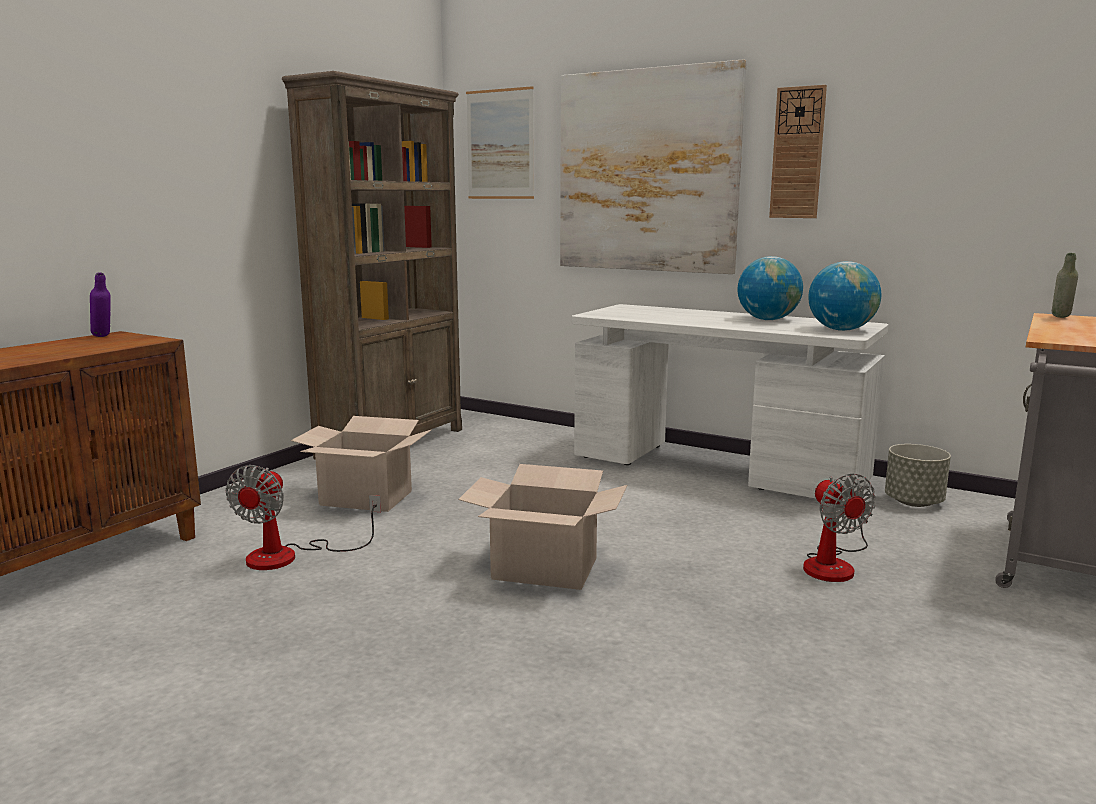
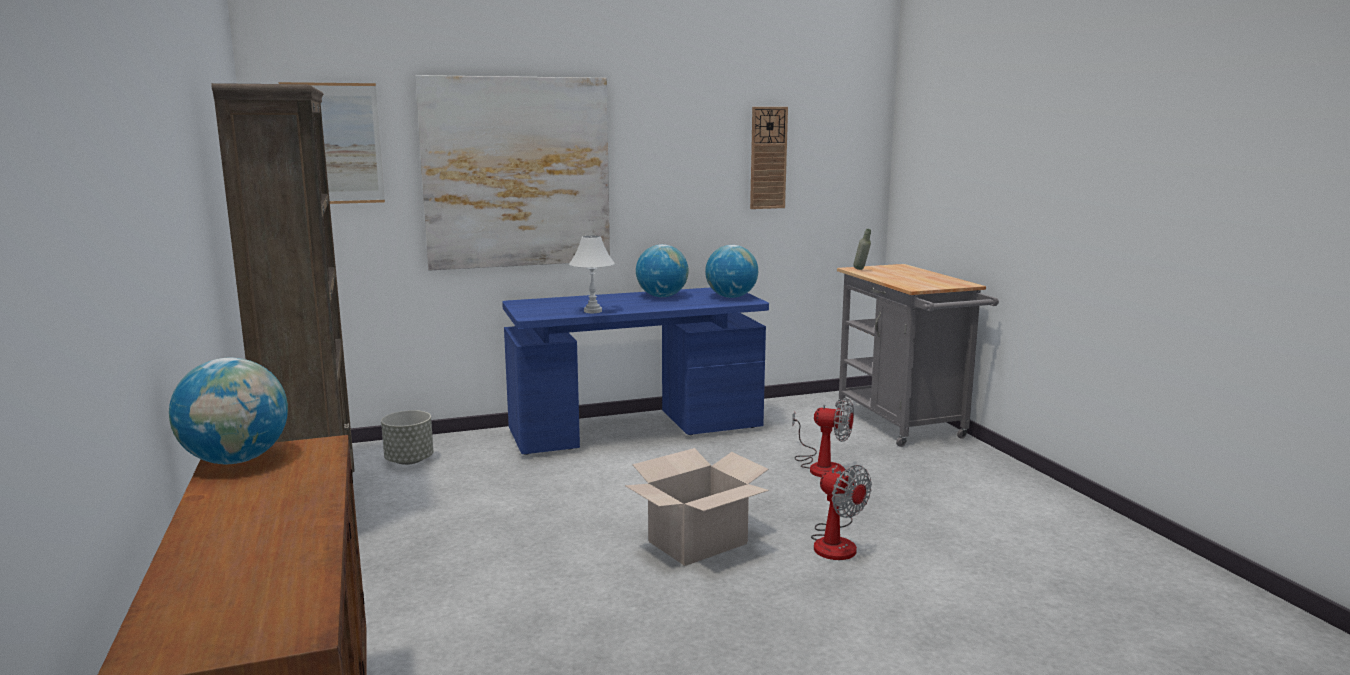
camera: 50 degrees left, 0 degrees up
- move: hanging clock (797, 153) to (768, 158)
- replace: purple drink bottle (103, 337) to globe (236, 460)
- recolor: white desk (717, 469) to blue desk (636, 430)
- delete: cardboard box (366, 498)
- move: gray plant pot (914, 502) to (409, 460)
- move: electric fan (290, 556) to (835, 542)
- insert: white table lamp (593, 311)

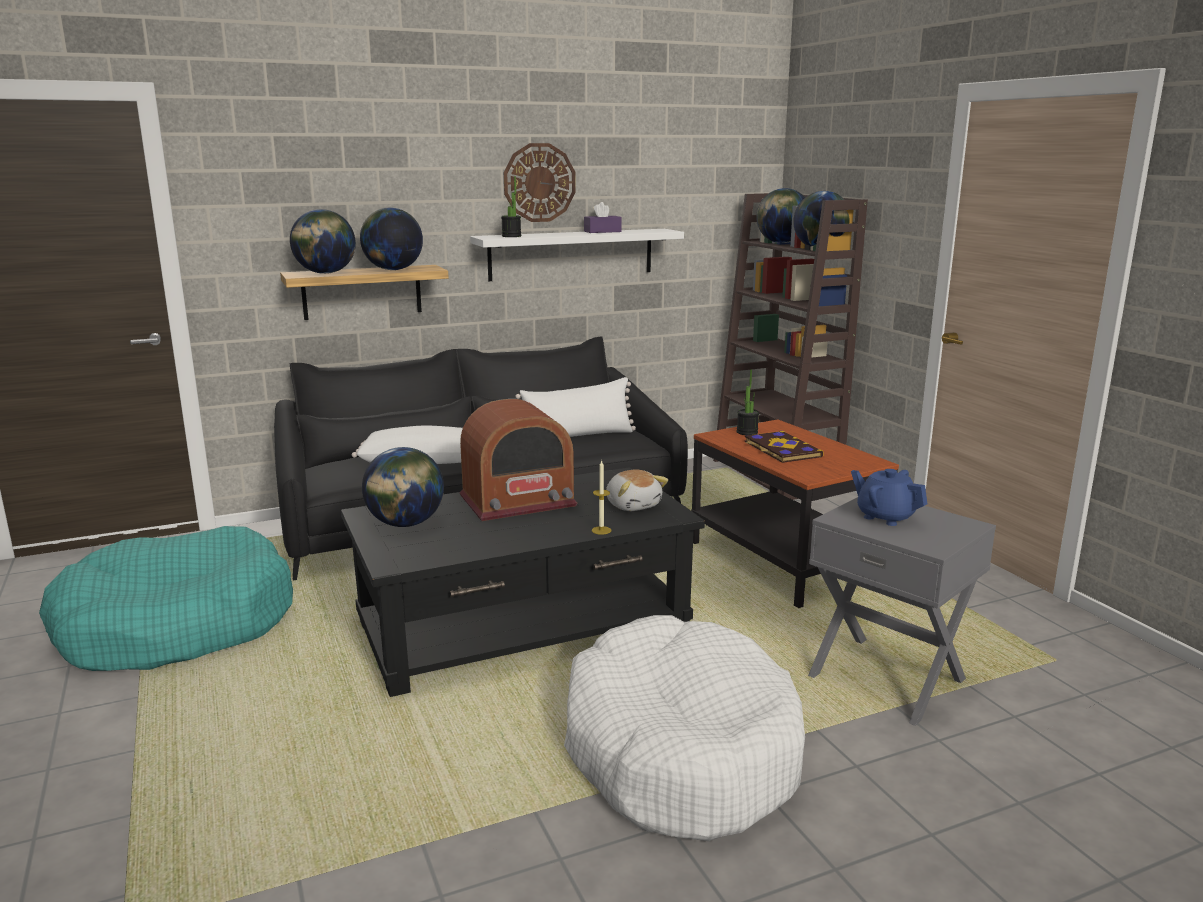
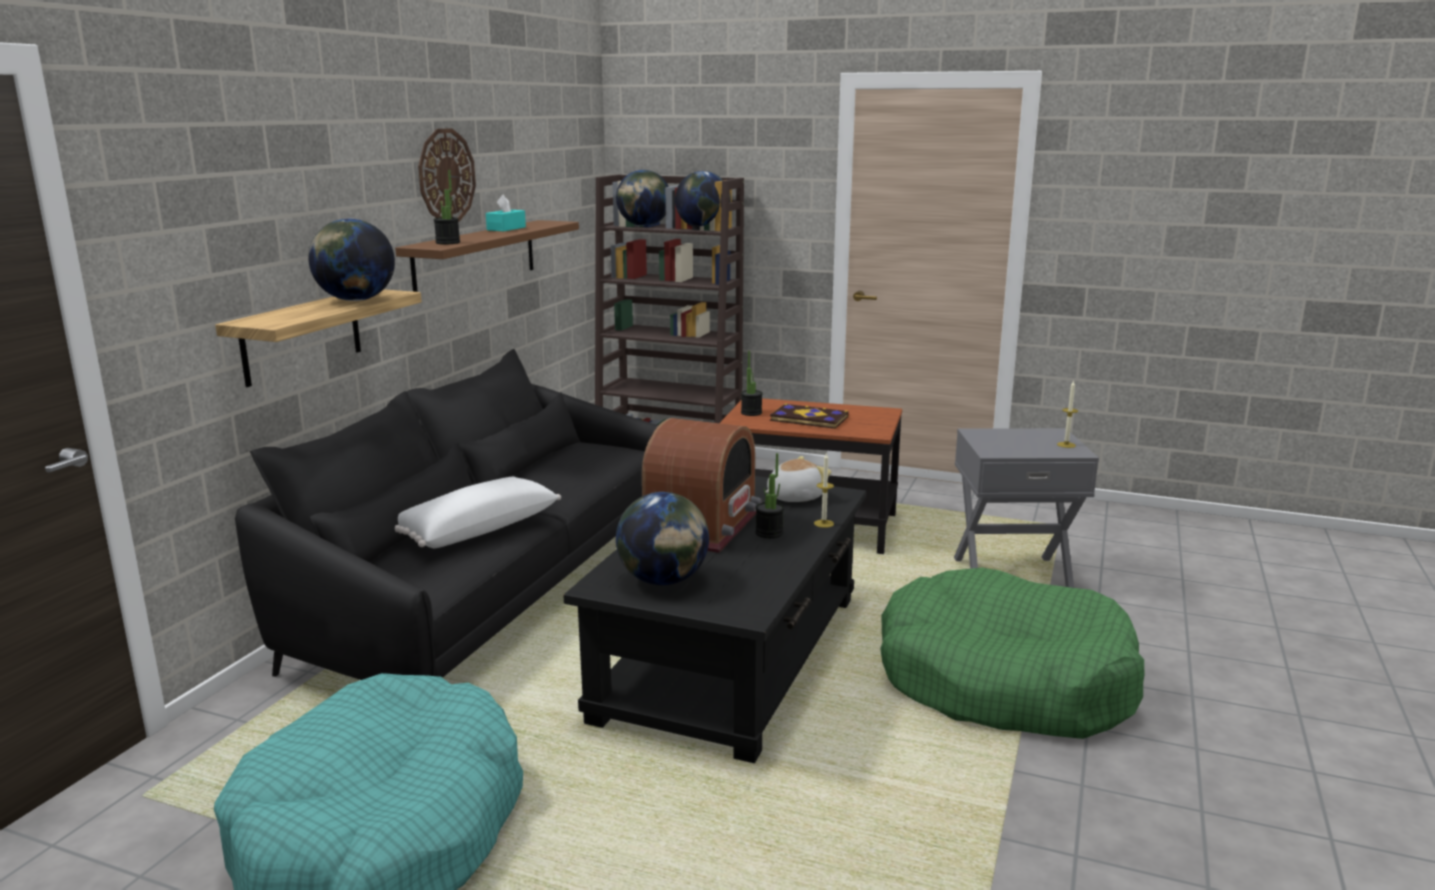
camera: 45 degrees left, 0 degrees up
- recolor: purple tissue holder (602, 231) to turquoise-coloured tissue holder (506, 229)
- delete: globe (325, 273)
- recolor: white bracket shelf (571, 254) to brown bracket shelf (476, 258)
- delete: white pillow (578, 436)
- delete: blue tea pot (885, 517)
- rotate: soft toy (633, 505) = (794, 497) 45 degrees counterclockwise
- recolor: white dog bed (679, 750) to green-coloured dog bed (1004, 681)
- insert: candle (1066, 445)
- insert: potted plant (769, 533)

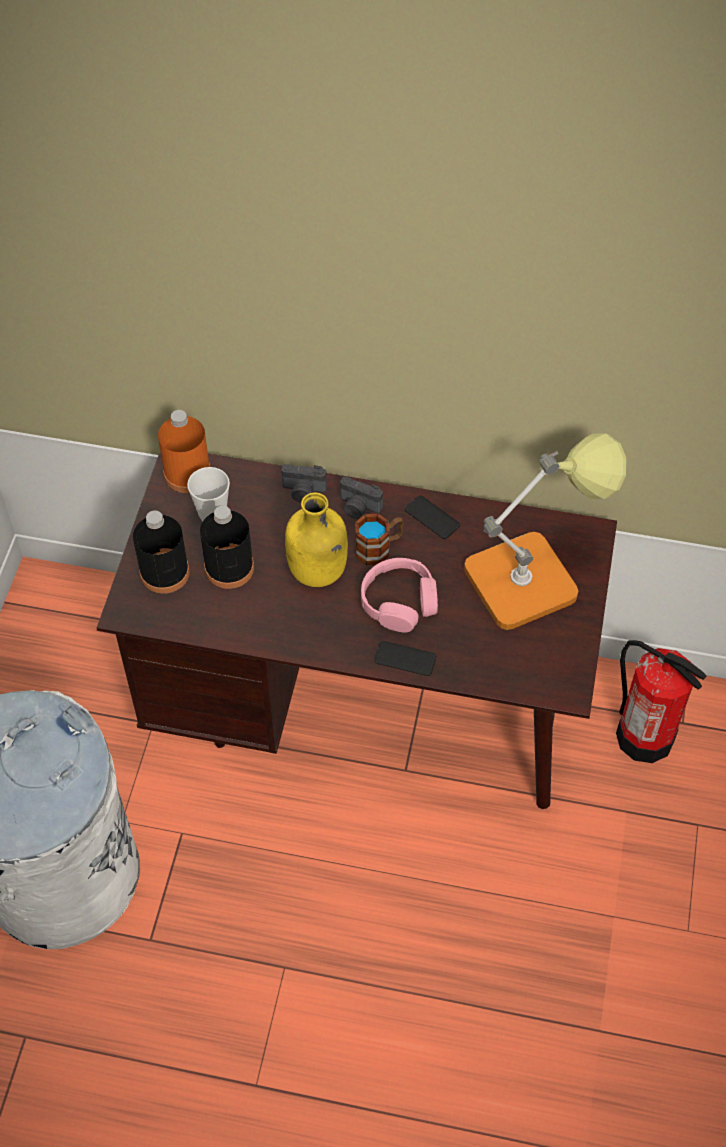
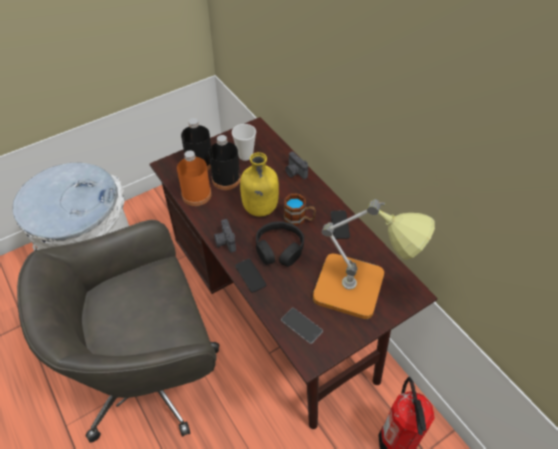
camera: 45 degrees right, 5 degrees down
- move: orange drink bottle (187, 474) to (196, 195)
- move: photo camera (358, 508) to (225, 242)
- recolor: pink-coloured headphones (399, 602) to black headphones (279, 249)
- insert: gray desk chair (151, 373)
- insert: handset (301, 325)

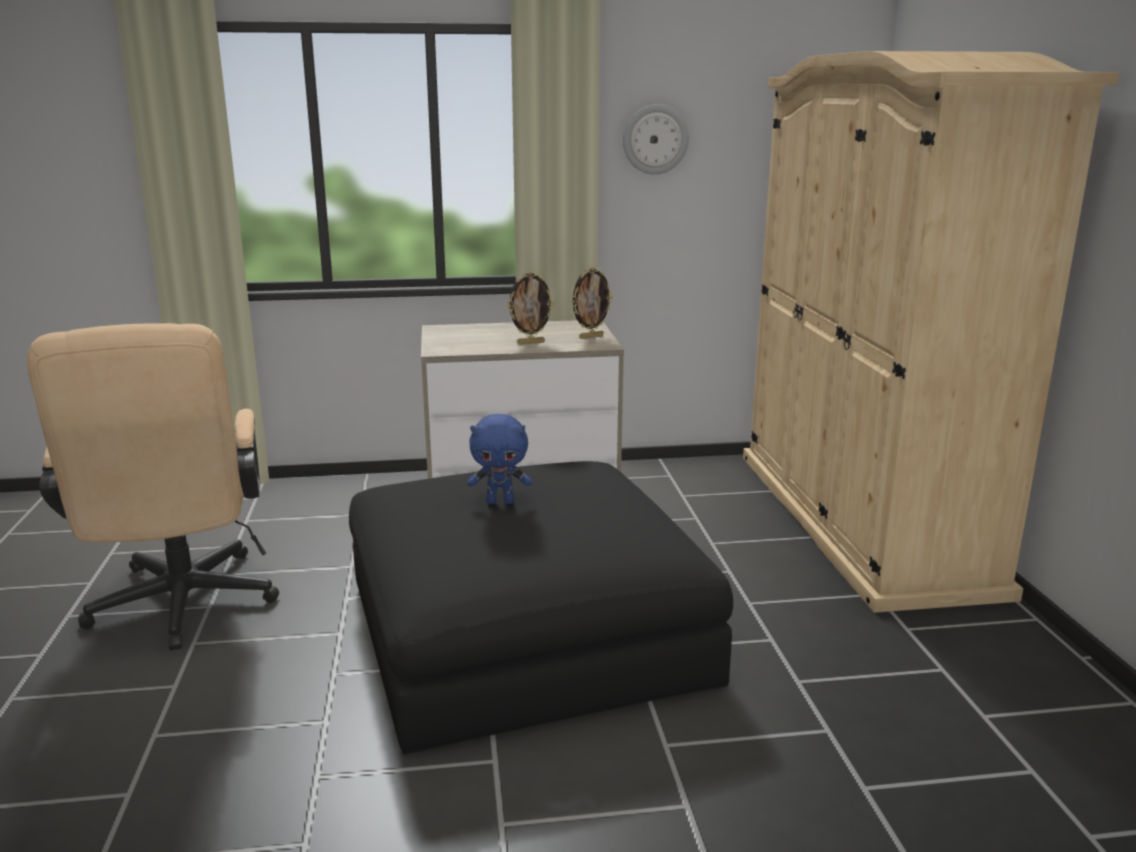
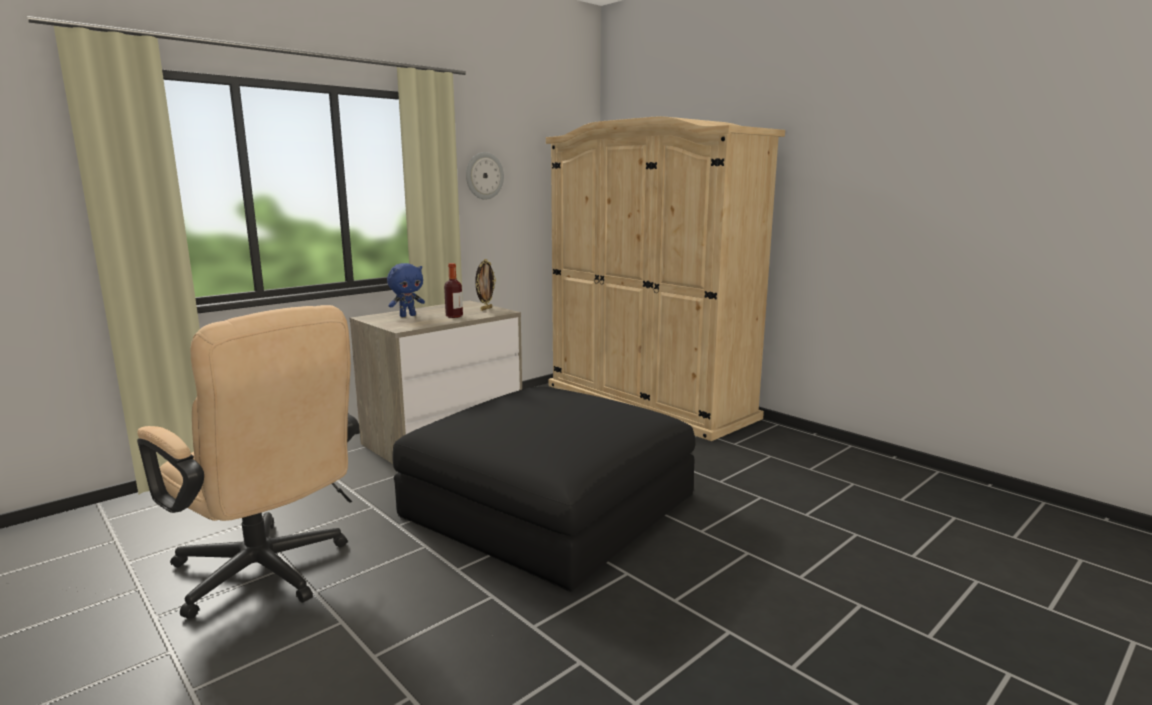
camera: 35 degrees left, 5 degrees down
- replace: picture frame (530, 343) to drink bottle (454, 316)
- move: blue soft toy (500, 502) to (407, 315)

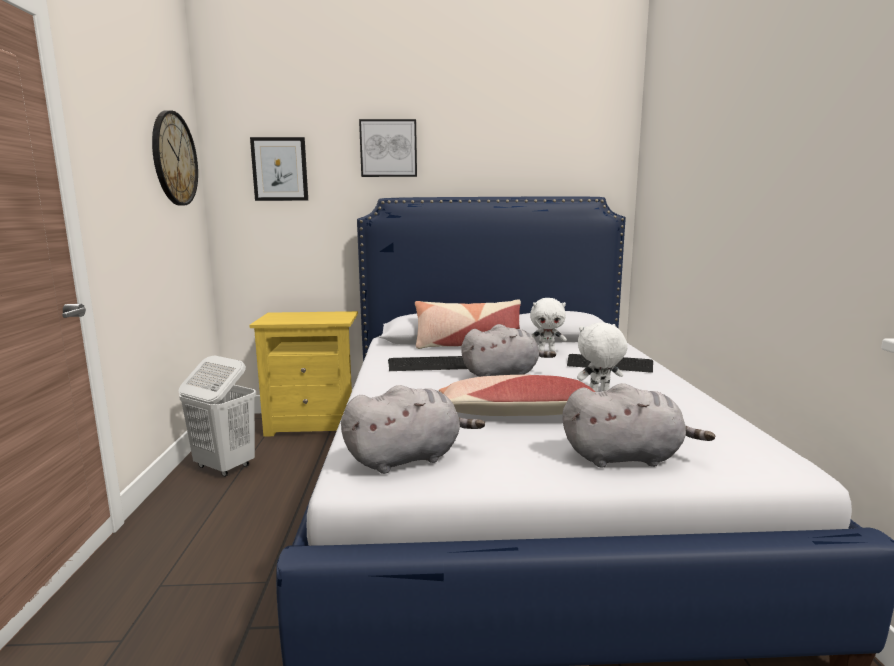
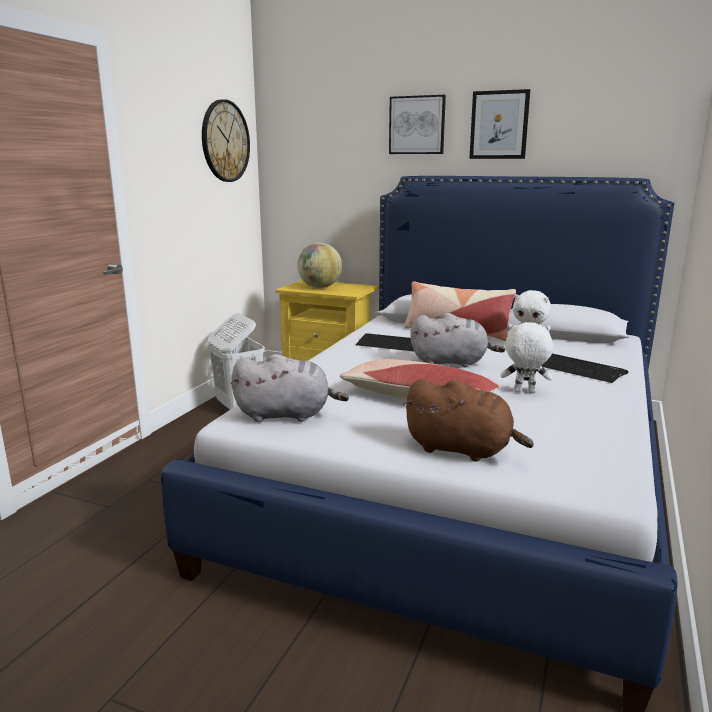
camera: 25 degrees right, 5 degrees up
- move: picture (280, 169) to (499, 125)
- recolor: gray soft toy (626, 457) to brown soft toy (462, 450)
- insert: globe (320, 287)

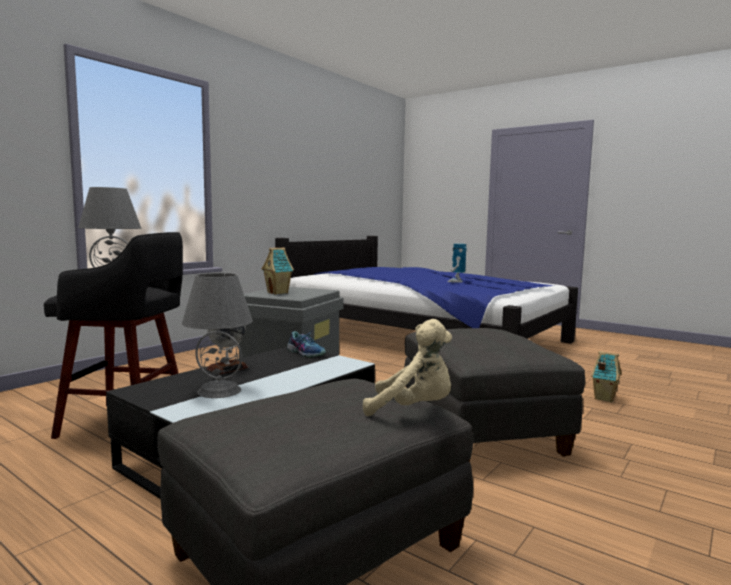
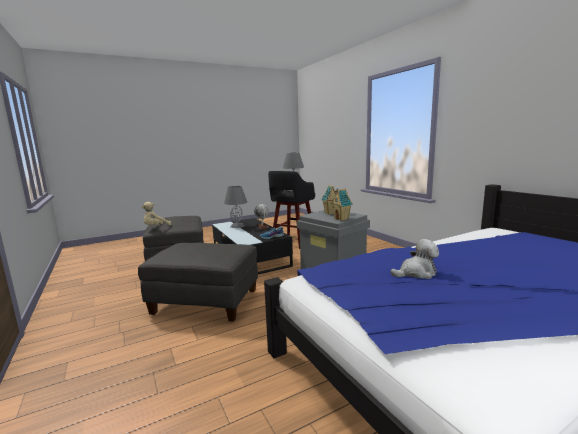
camera: 115 degrees right, 5 degrees up
- replace: toy robot (456, 281) to soft toy (416, 273)
- move: toy house (603, 398) to (341, 219)

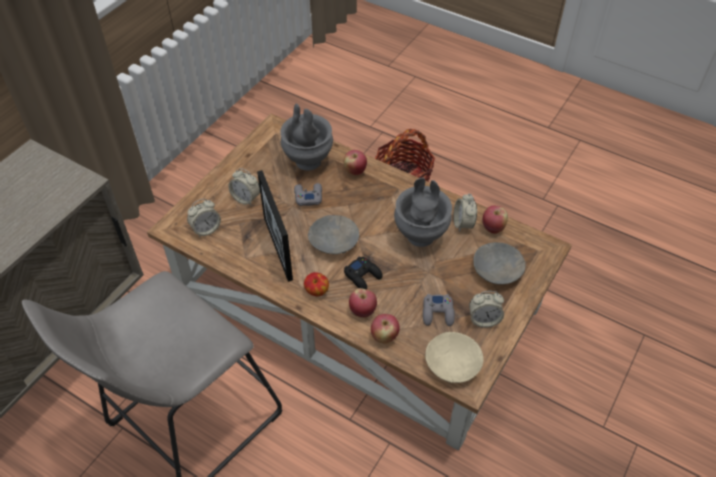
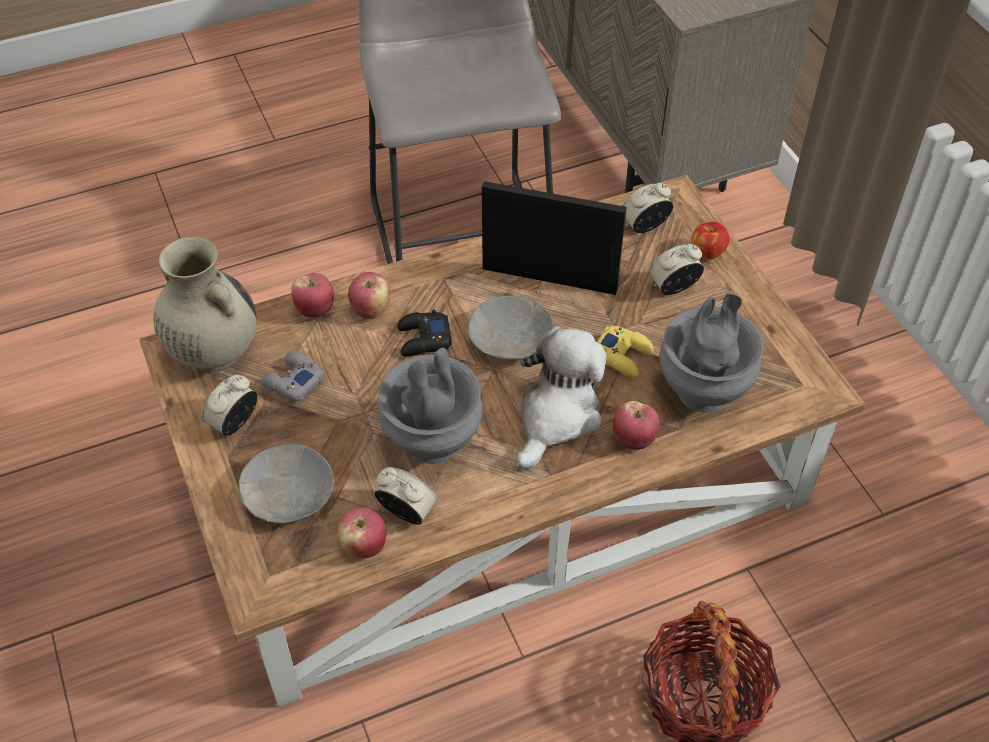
camera: 125 degrees right, 0 degrees up
- recolor: gray gamepad (308, 196) to yellowish gamepad (622, 355)
- rotate: table clock (206, 229) = (644, 226) 60 degrees clockwise
- move: apple fruit (316, 291) to (707, 252)
- replace: beige-coloured bowl (453, 364) to beige-coloured vase (213, 351)
- insert: soft toy (556, 416)

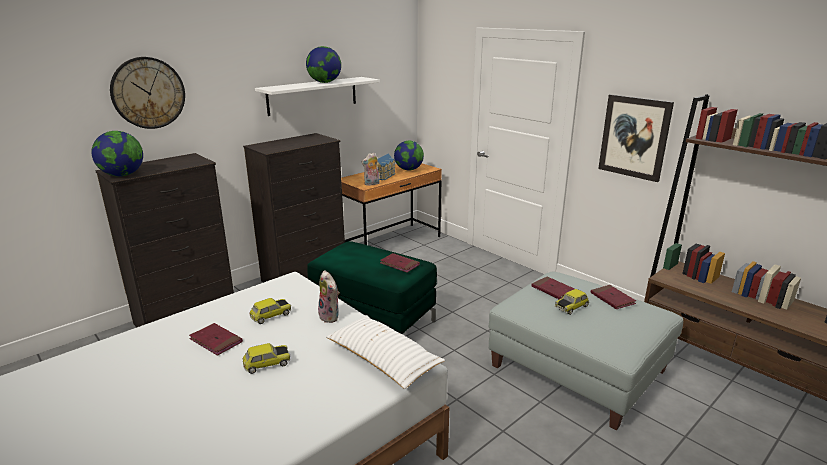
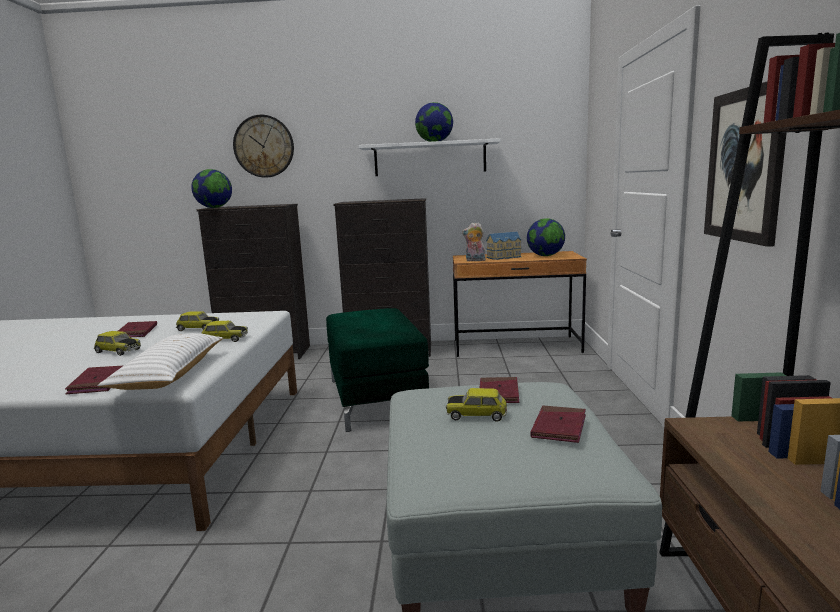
camera: 45 degrees right, 10 degrees down
- move: red bound book (399, 264) to (98, 382)
- replace: soft toy (331, 316) to toy car (224, 339)

